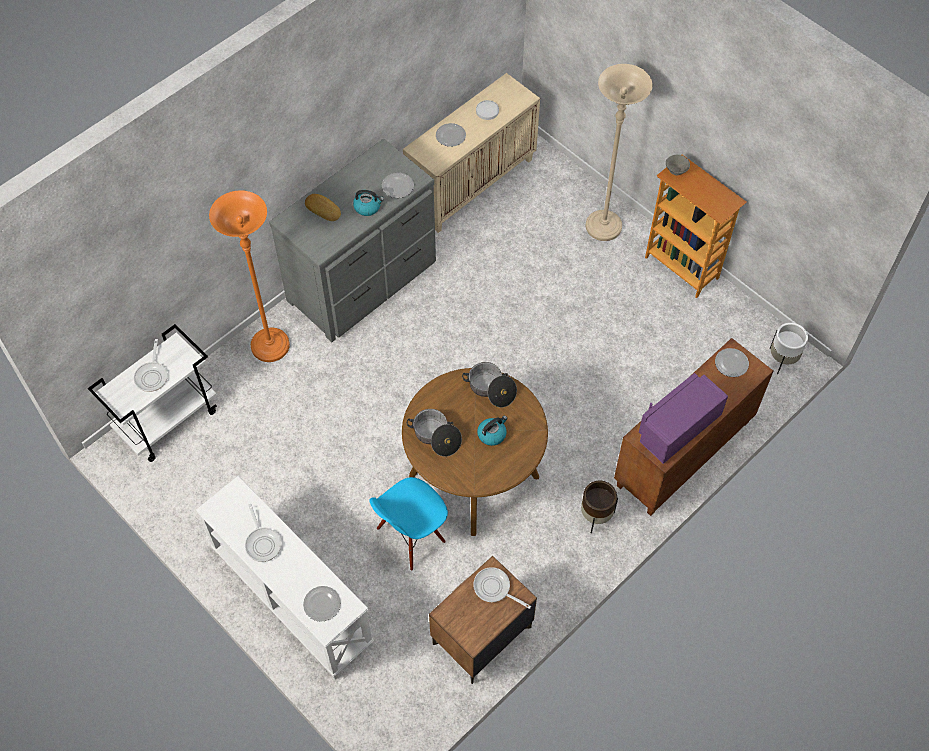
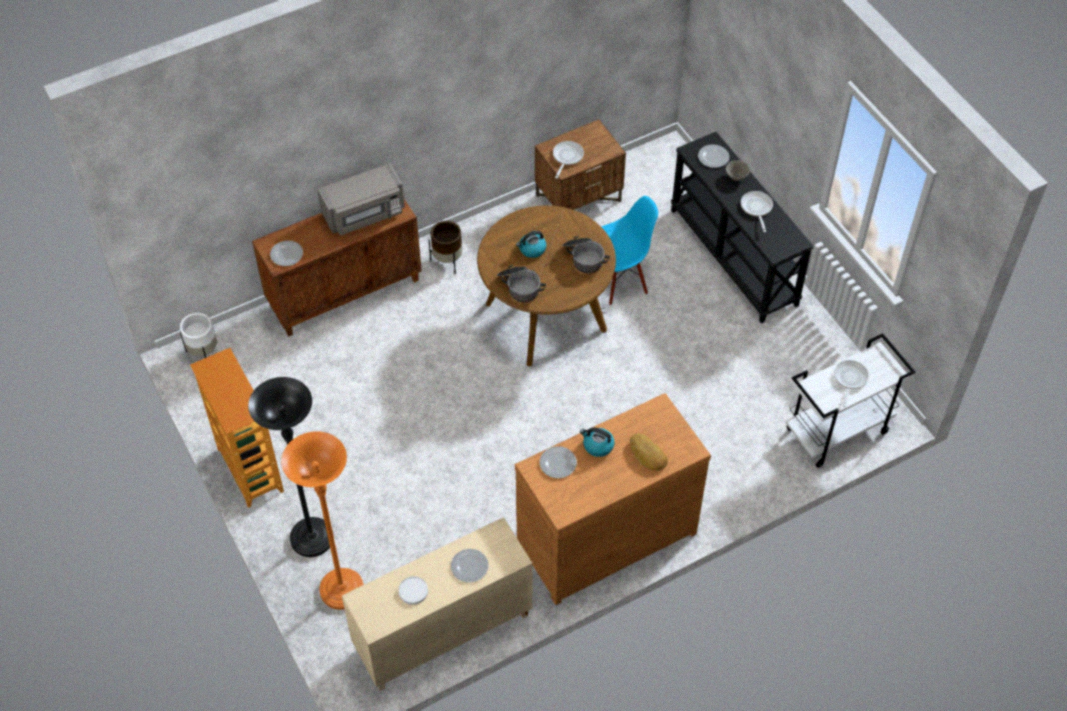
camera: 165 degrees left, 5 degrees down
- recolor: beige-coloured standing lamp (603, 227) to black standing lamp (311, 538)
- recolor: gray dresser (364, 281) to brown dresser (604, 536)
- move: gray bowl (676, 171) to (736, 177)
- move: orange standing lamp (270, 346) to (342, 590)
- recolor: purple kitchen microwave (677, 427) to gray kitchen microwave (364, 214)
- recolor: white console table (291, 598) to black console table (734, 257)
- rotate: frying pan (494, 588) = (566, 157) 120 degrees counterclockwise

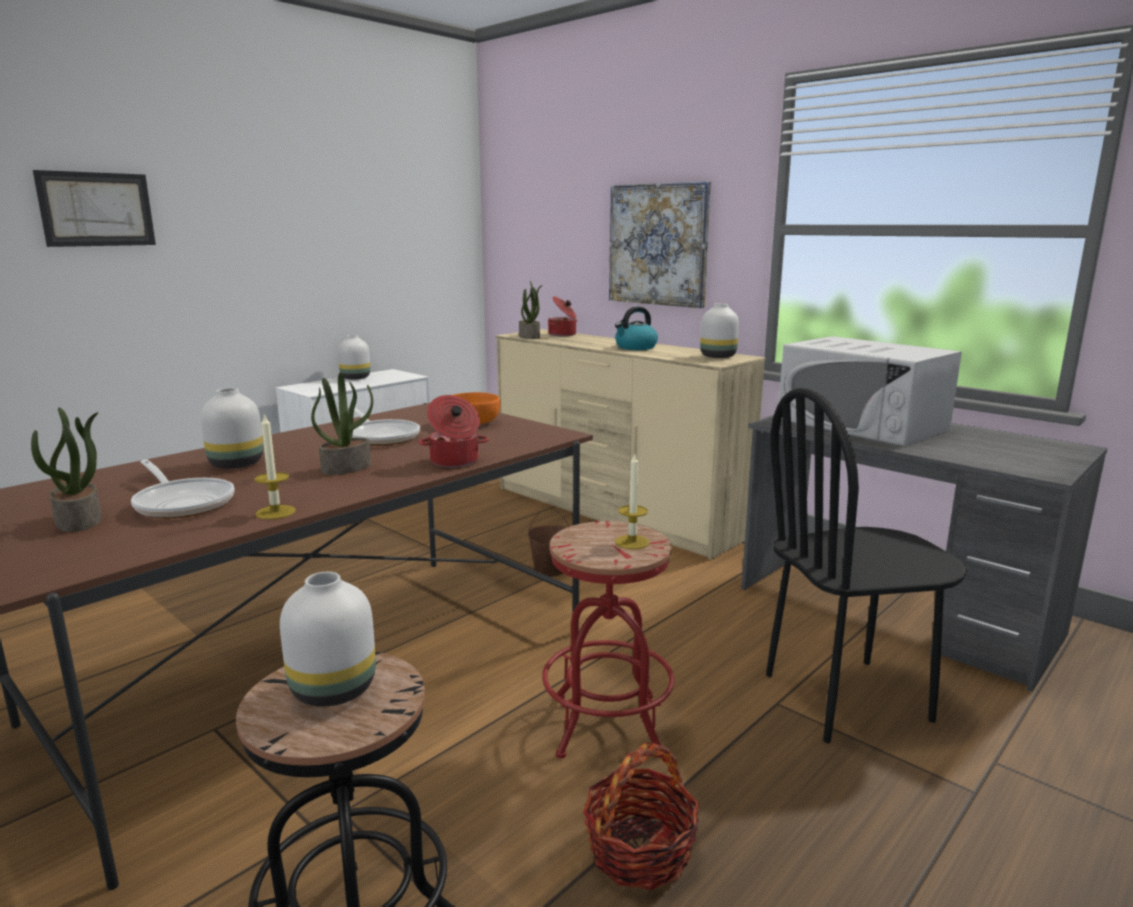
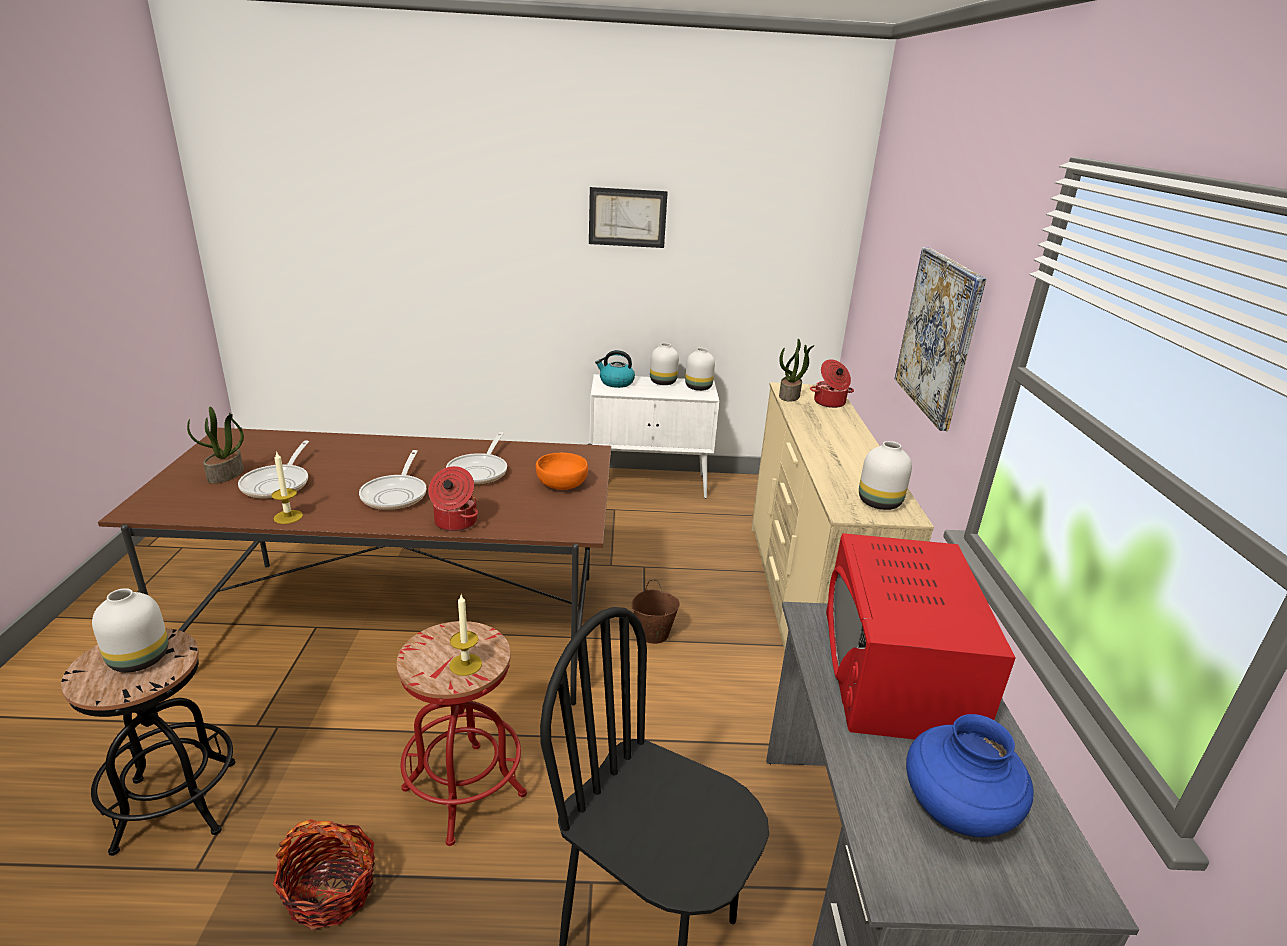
camera: 45 degrees right, 10 degrees up
- move: picture (97, 209) to (627, 217)
- move: water kettle (635, 347) to (616, 383)
- recolor: white kitchen microwave (861, 424) to red kitchen microwave (896, 672)
- replace: potted plant (346, 468) to frying pan (396, 494)
- move: white vase (235, 464) to (697, 388)
- insert: blue vase (956, 812)

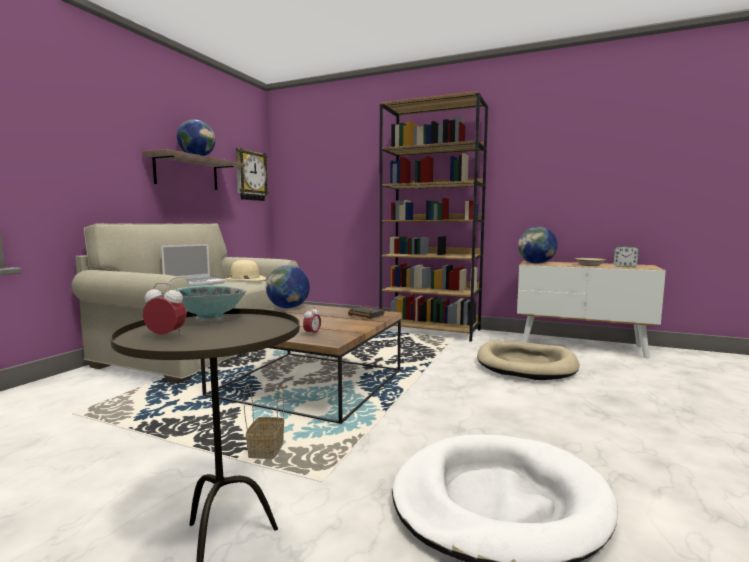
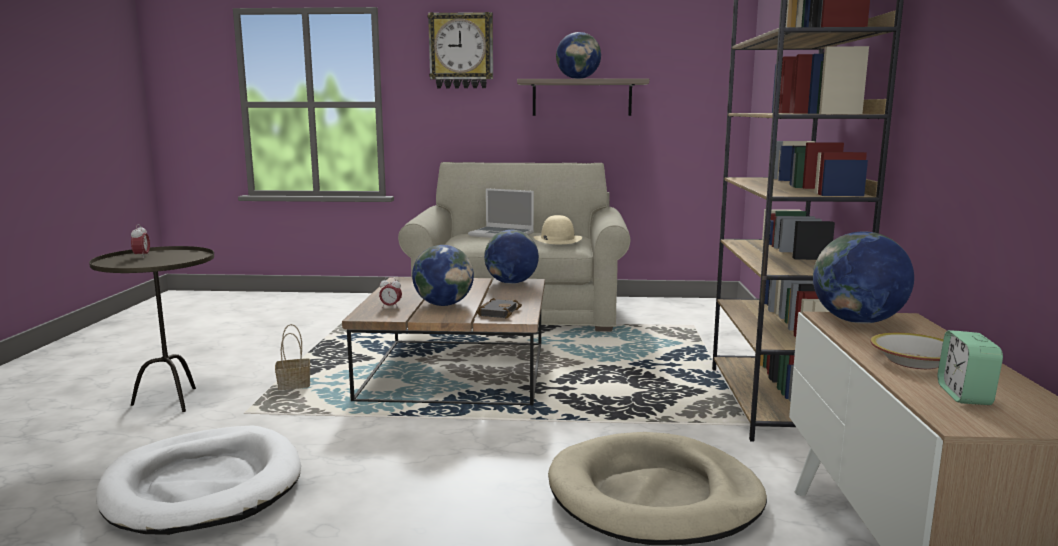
camera: 70 degrees right, 5 degrees up
- move: hanging clock (250, 176) to (461, 51)
- delete: bowl (210, 319)
- insert: globe (443, 304)

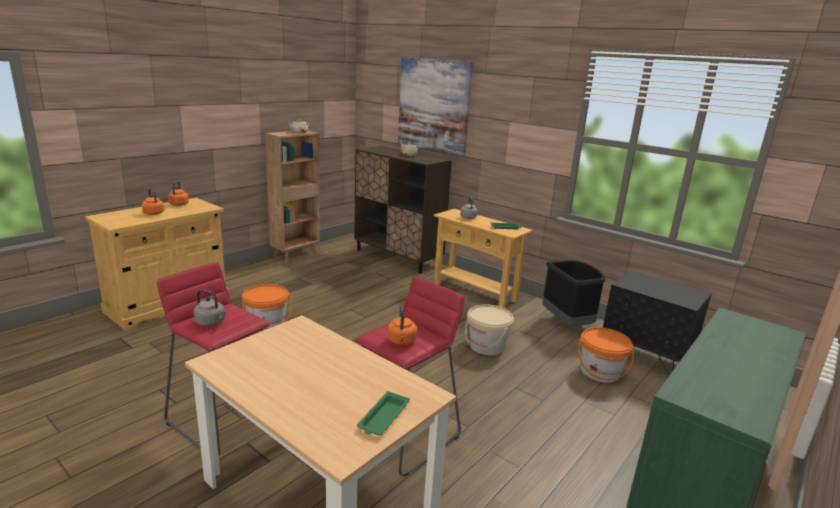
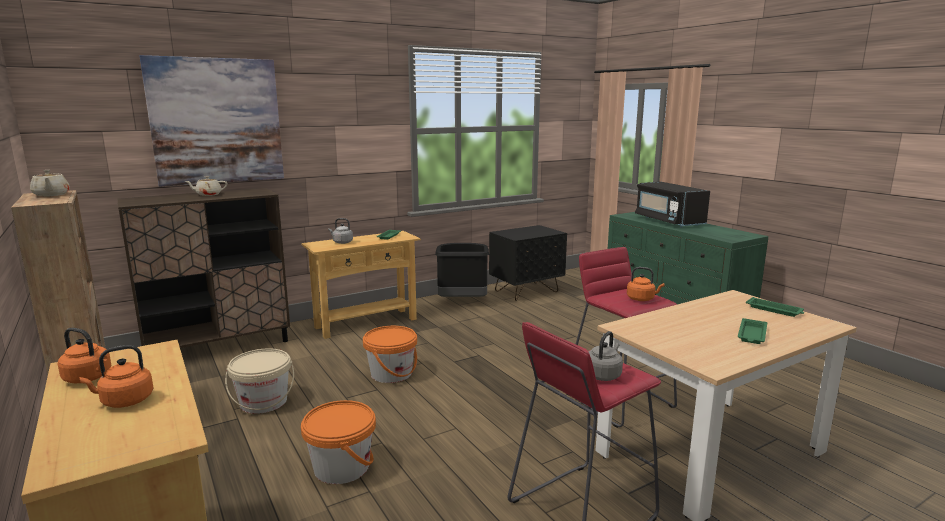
camera: 70 degrees left, 5 degrees down
- move: beige-coloured bucket (486, 346) to (263, 402)
- move: orange bucket (600, 372) to (391, 373)
- insert: black kitchen microwave (668, 221)
- insert: green-coloured serving tray (752, 335)

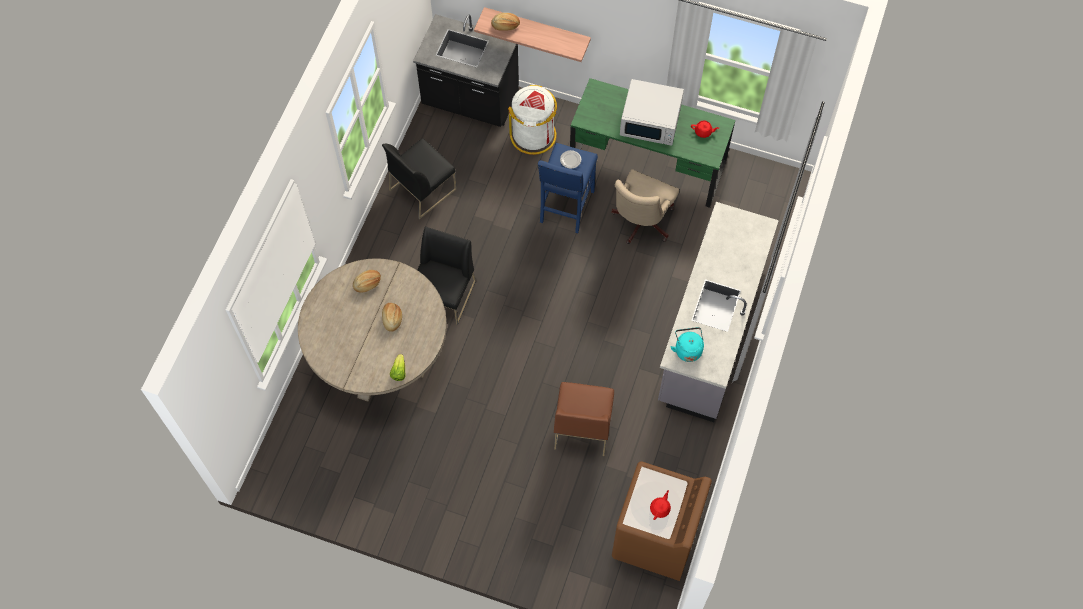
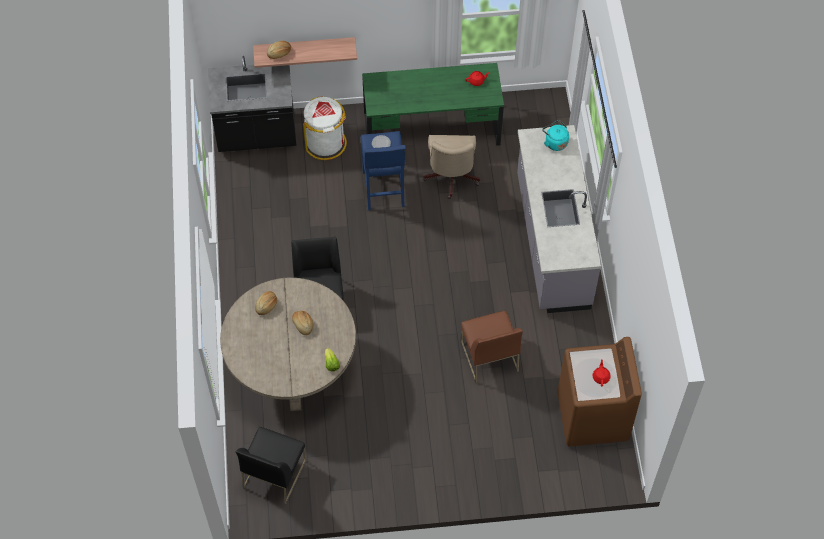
camera: 25 degrees left, 5 degrees down
- delete: white kitchen microwave (651, 121)
- move: black upright chair (423, 189) to (274, 473)
- move: turquoise-coloured water kettle (687, 349) to (555, 142)

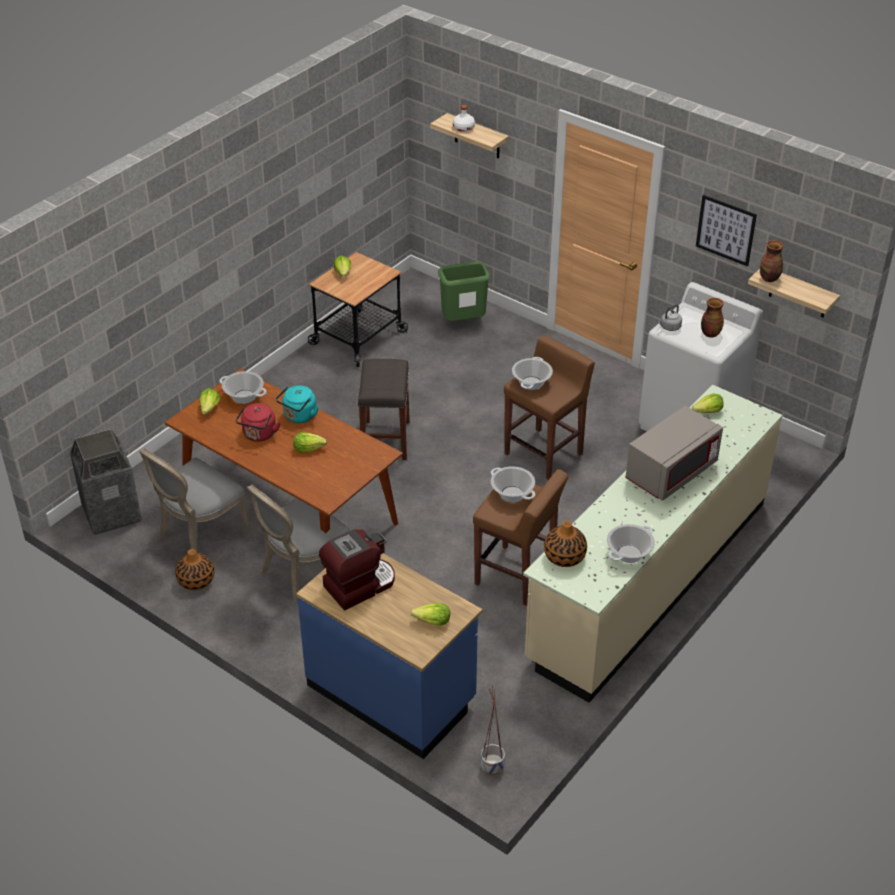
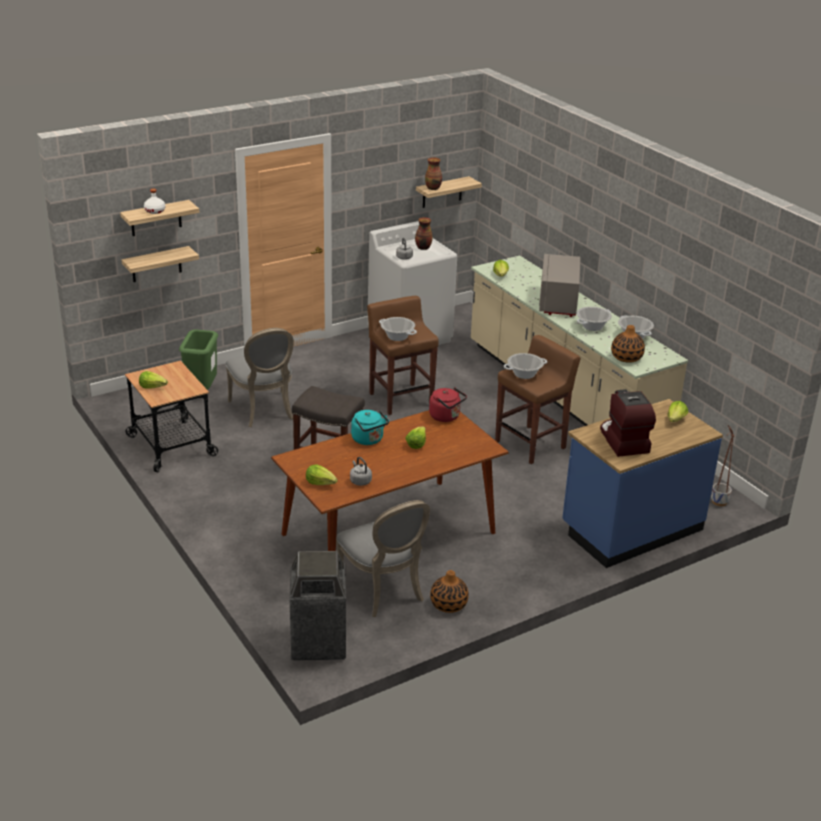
camera: 70 degrees left, 10 degrees down
- delete: picture (725, 230)
- move: cooking pot (244, 397) to (592, 326)
- move: red water kettle (259, 435) to (446, 417)
- rotate: gray kitchen microwave (671, 472) = (558, 302) 150 degrees counterclockwise
- move: gray upright chair (302, 571) to (264, 411)
- insert: bracket shelf (156, 264)
- insert: gray water kettle (360, 481)

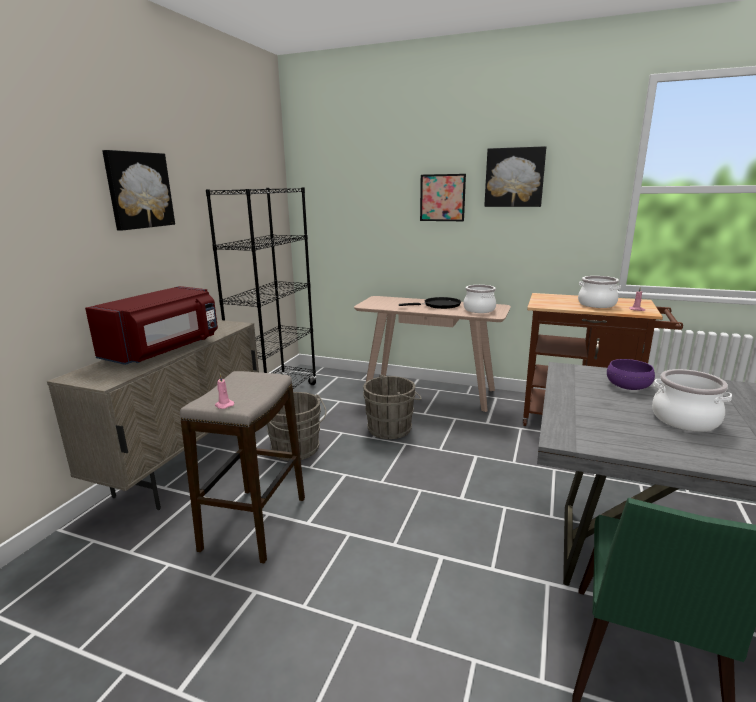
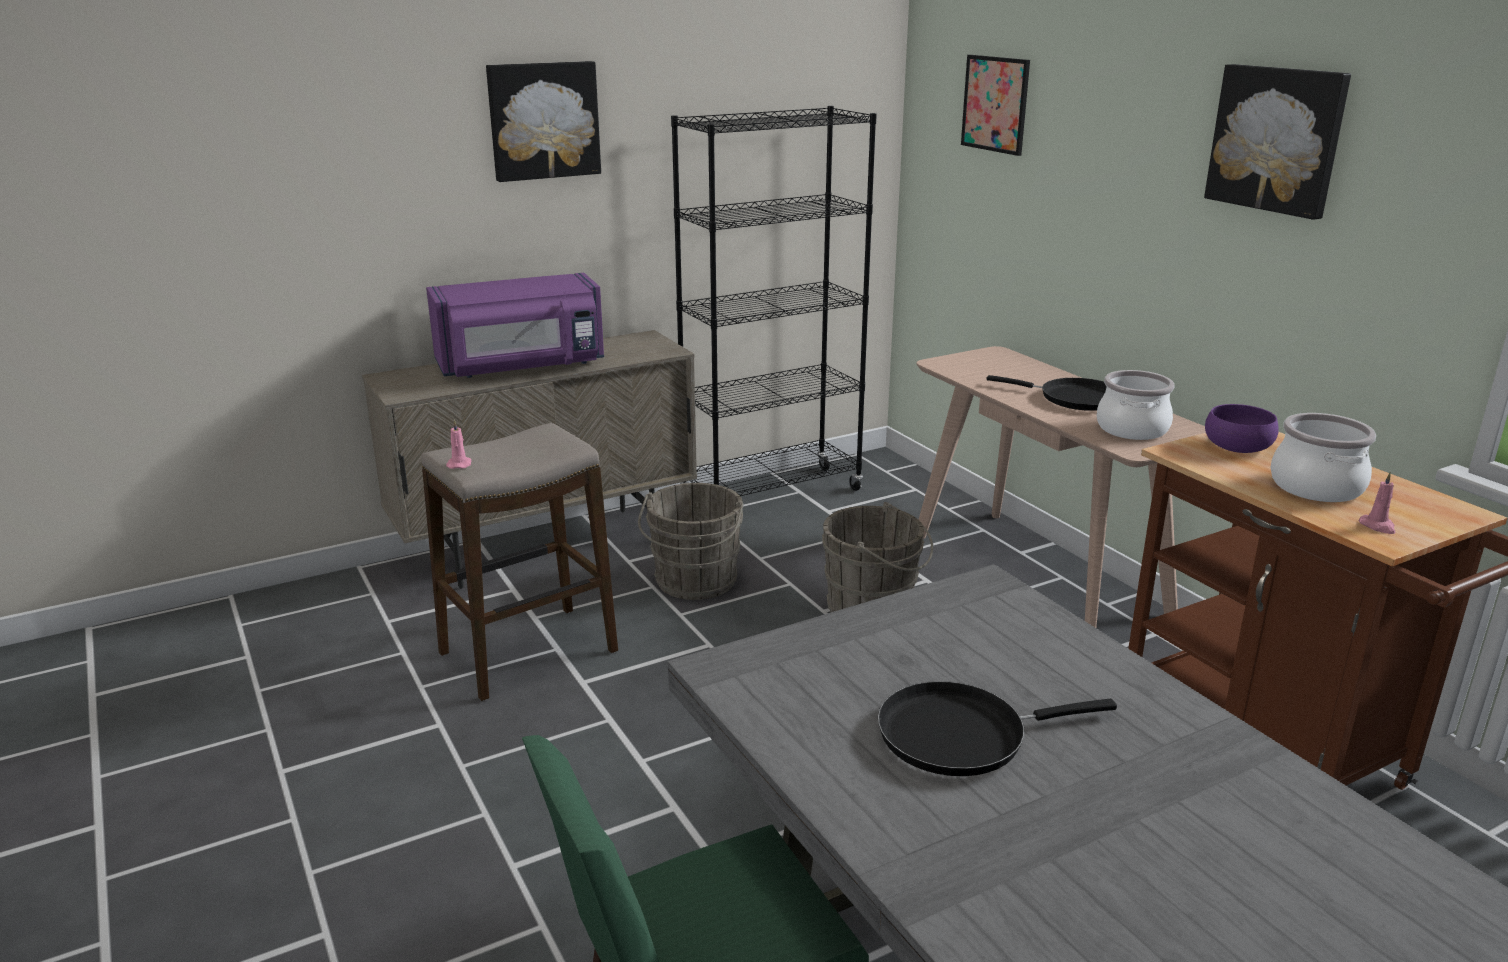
camera: 40 degrees right, 5 degrees up
- move: picture (442, 197) to (995, 104)
- recolor: red kitchen microwave (164, 350) to purple kitchen microwave (522, 367)
- move: purple bowl (628, 385) to (1237, 446)
- replace: cooking pot (684, 420) to black frying pan (961, 735)

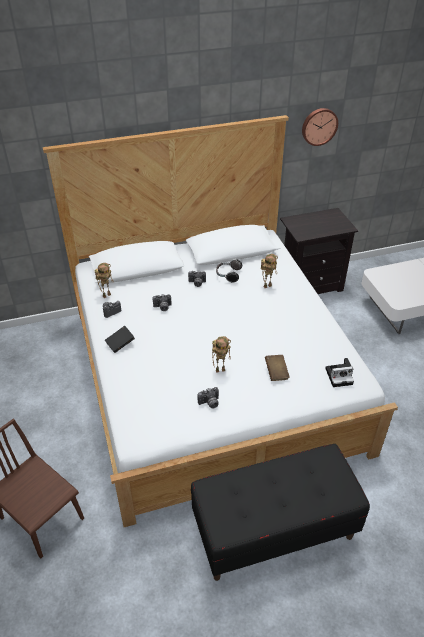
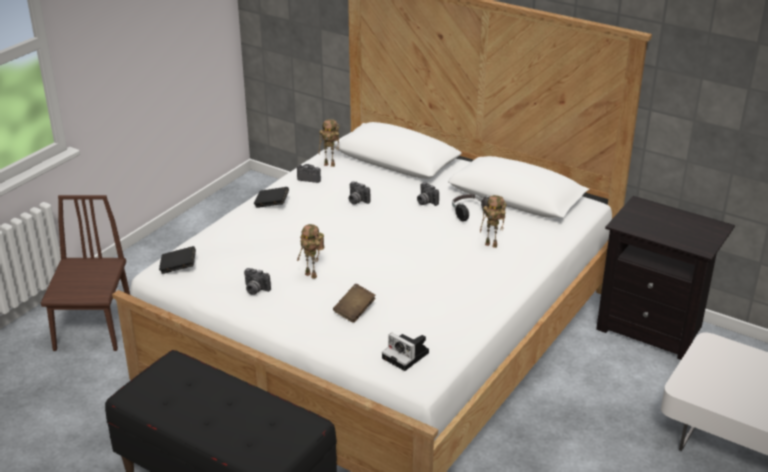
camera: 50 degrees right, 10 degrees down
- delete: hanging clock (319, 126)
- insert: black bound book (178, 268)

